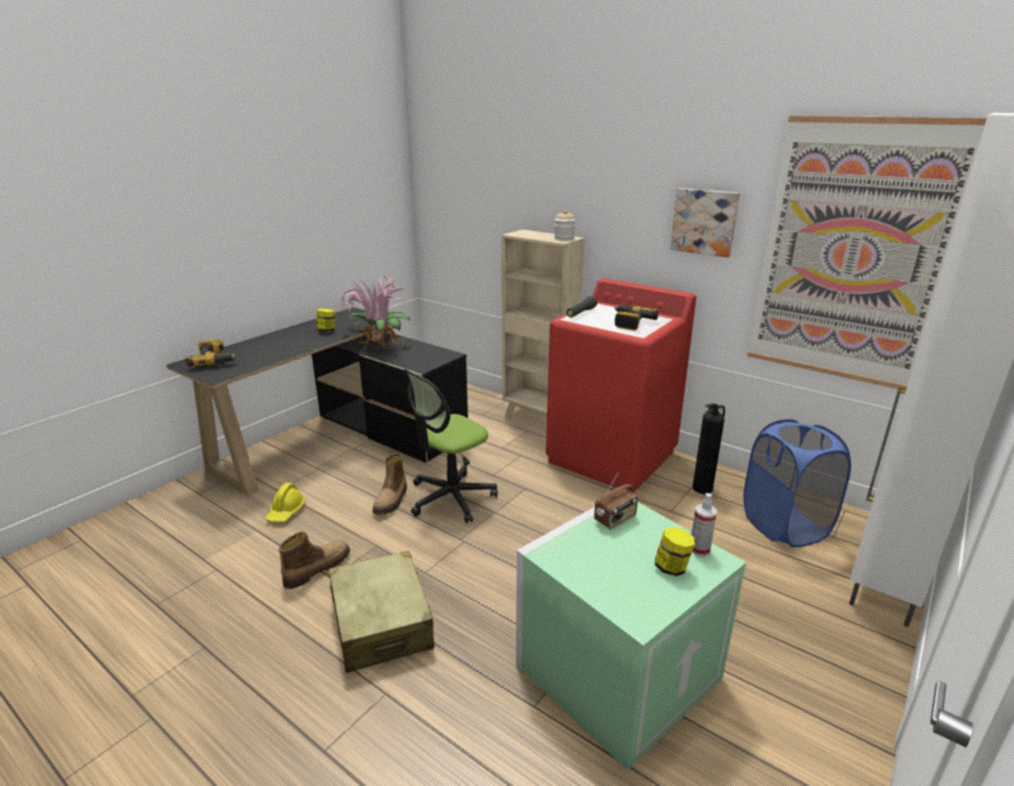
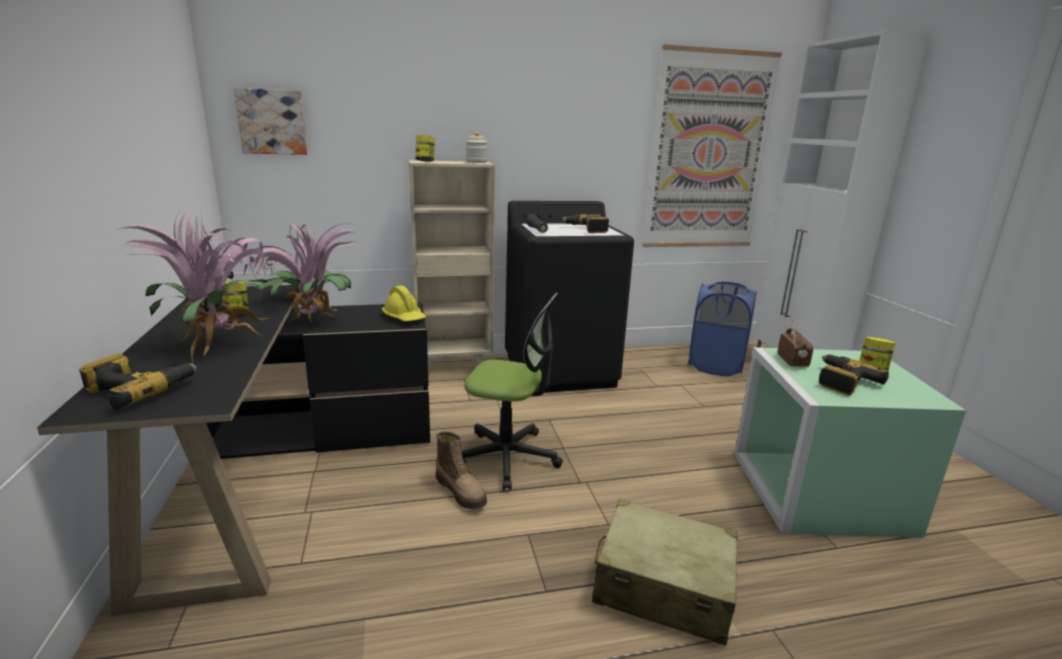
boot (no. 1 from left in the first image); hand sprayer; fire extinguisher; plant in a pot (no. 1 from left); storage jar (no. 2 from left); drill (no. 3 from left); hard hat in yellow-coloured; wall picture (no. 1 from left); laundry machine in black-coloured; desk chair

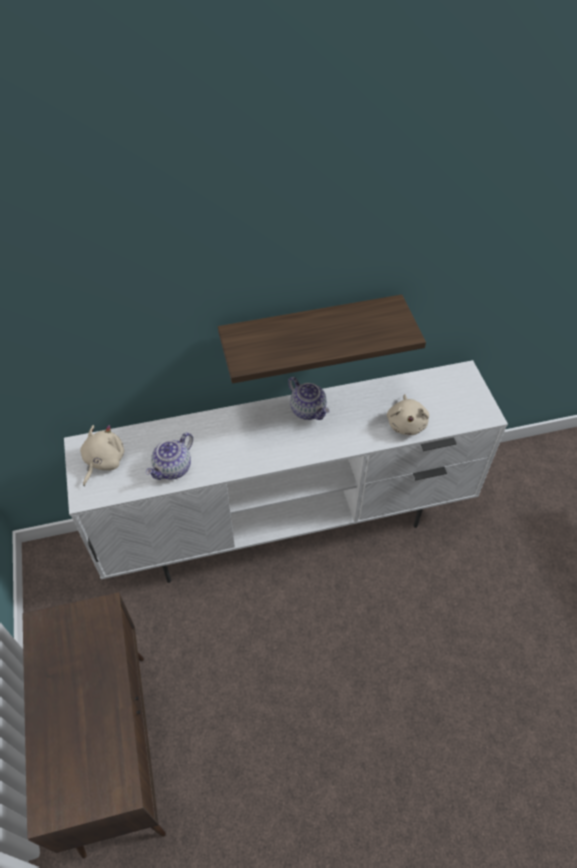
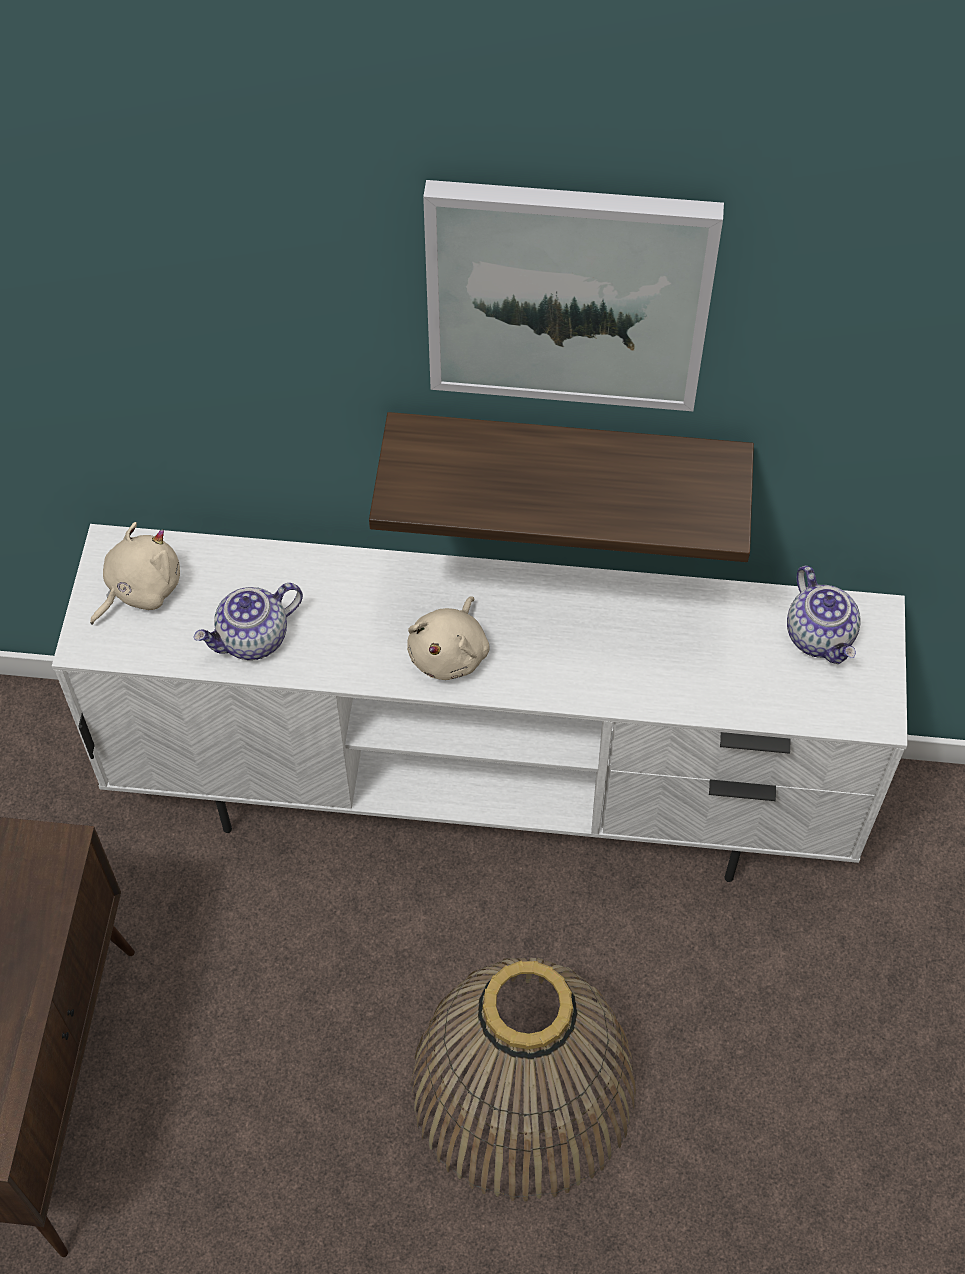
storage basket; wall picture; teapot (no. 2 from left); plush toy in beige (no. 2 from left)

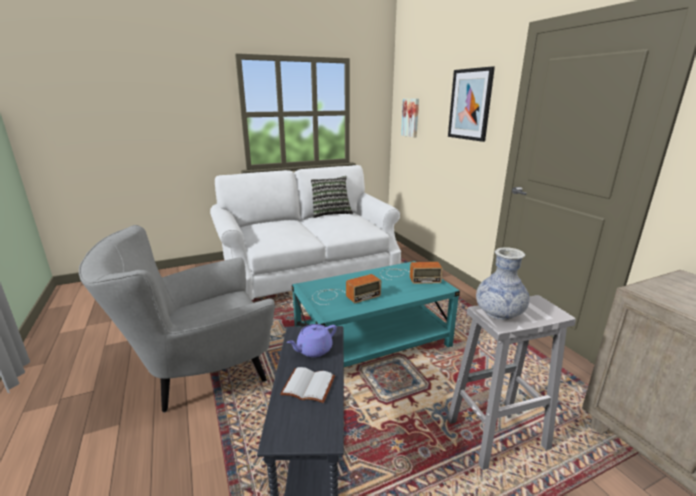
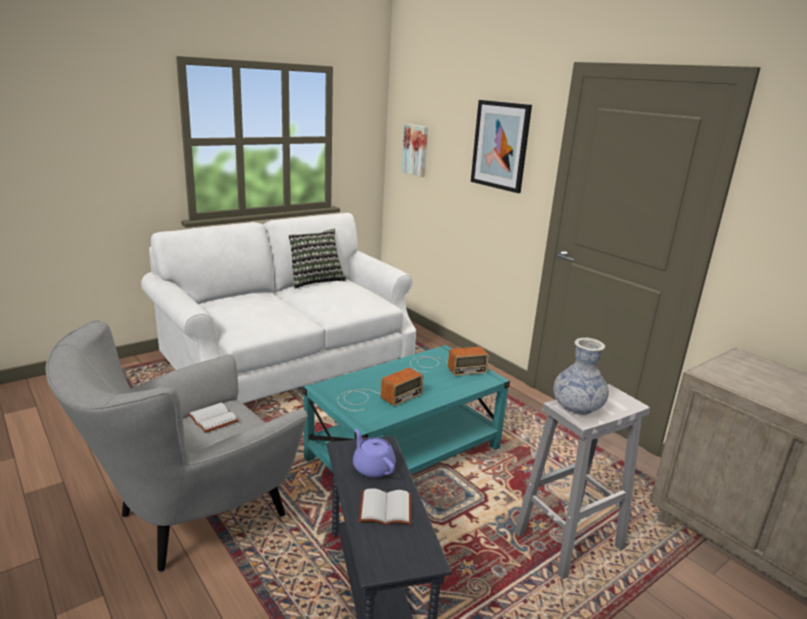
book in white (no. 1 from left); teapot in purple-coloured

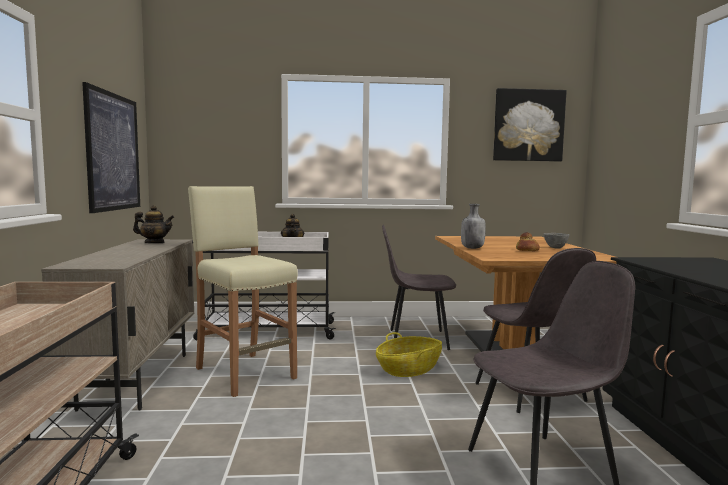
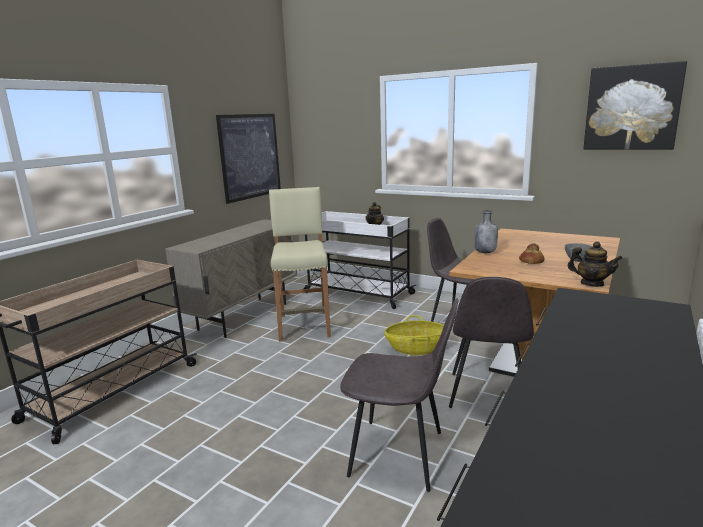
teapot (no. 2 from left)

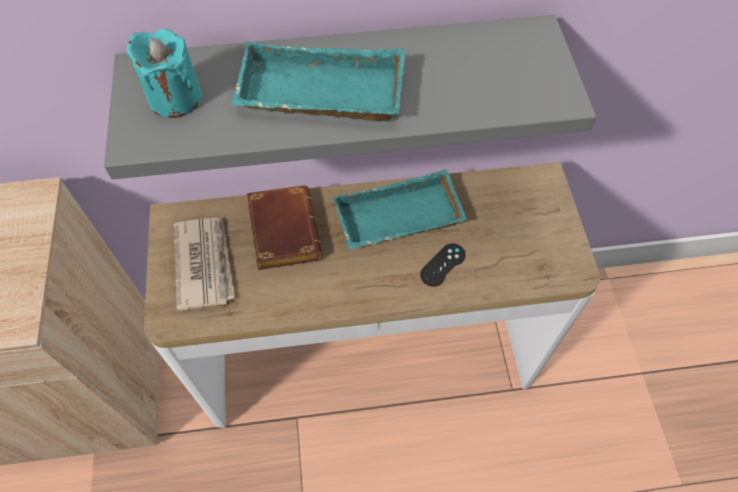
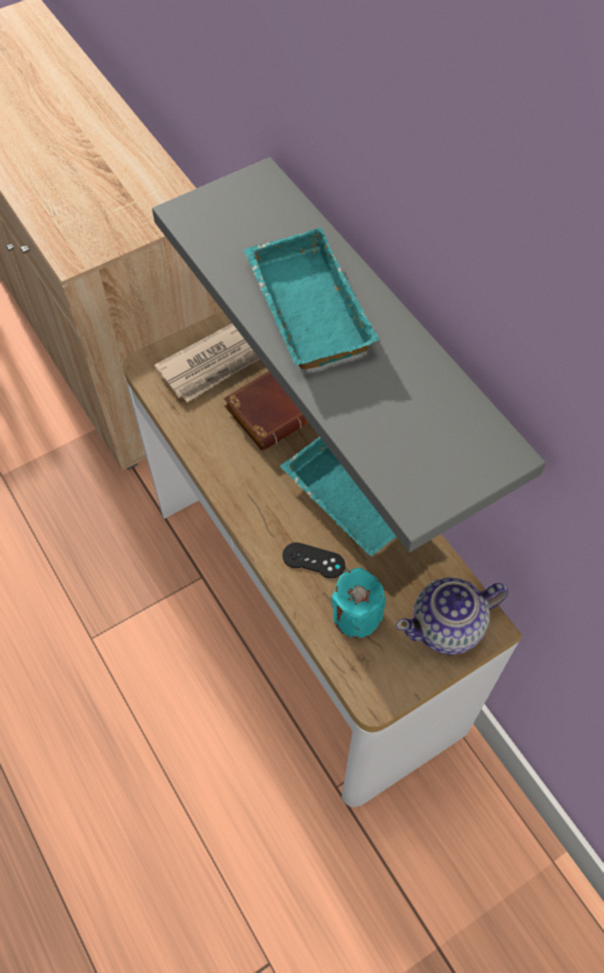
teapot; wax candle in turquoise

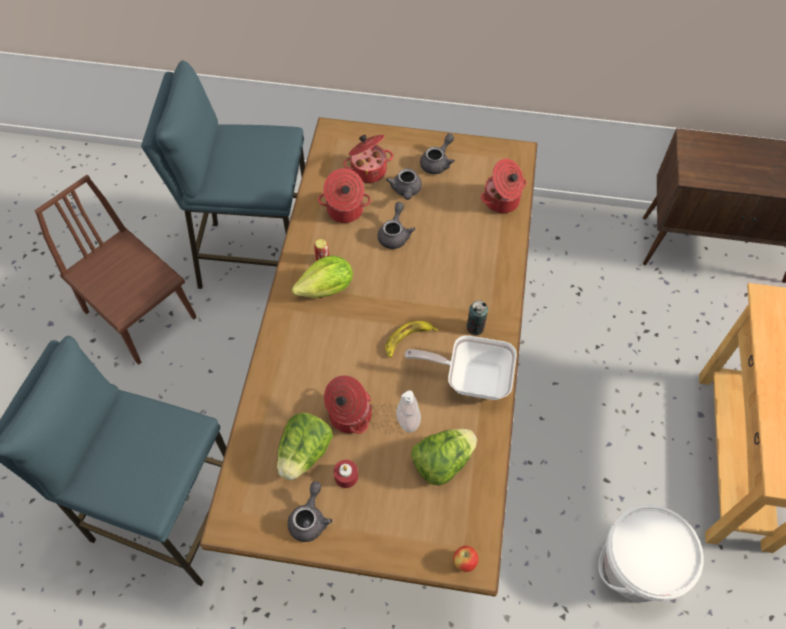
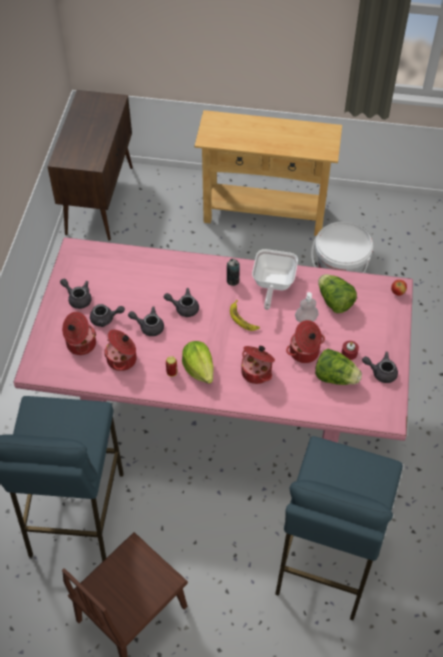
teapot in grey (no. 4 from left); saucepot (no. 3 from left); dining table in pinkish

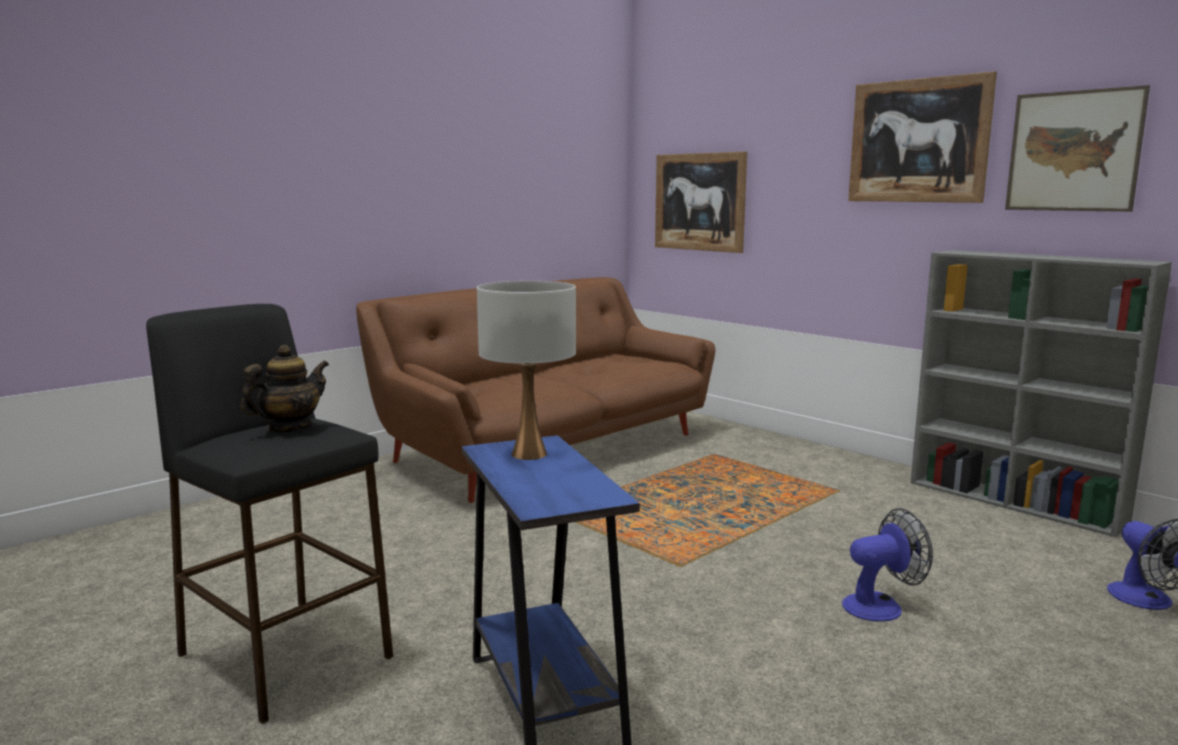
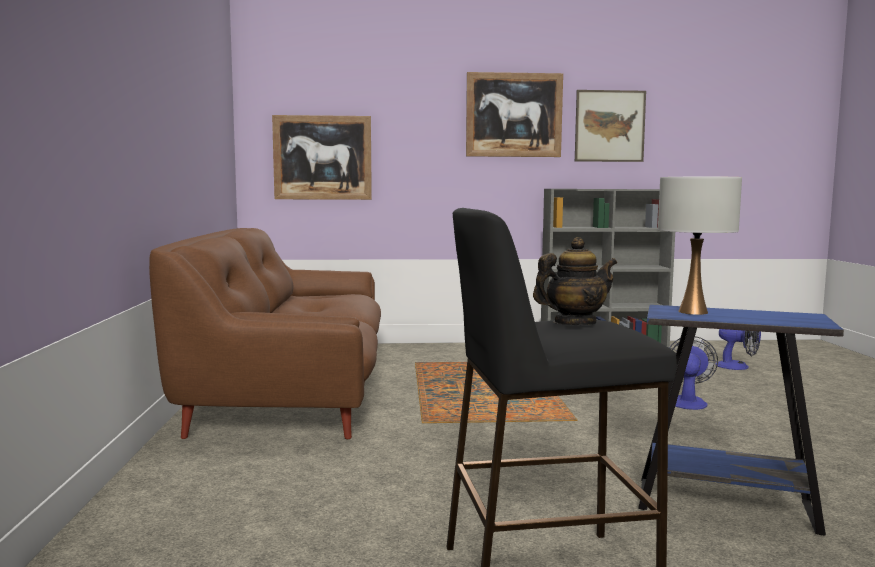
teapot

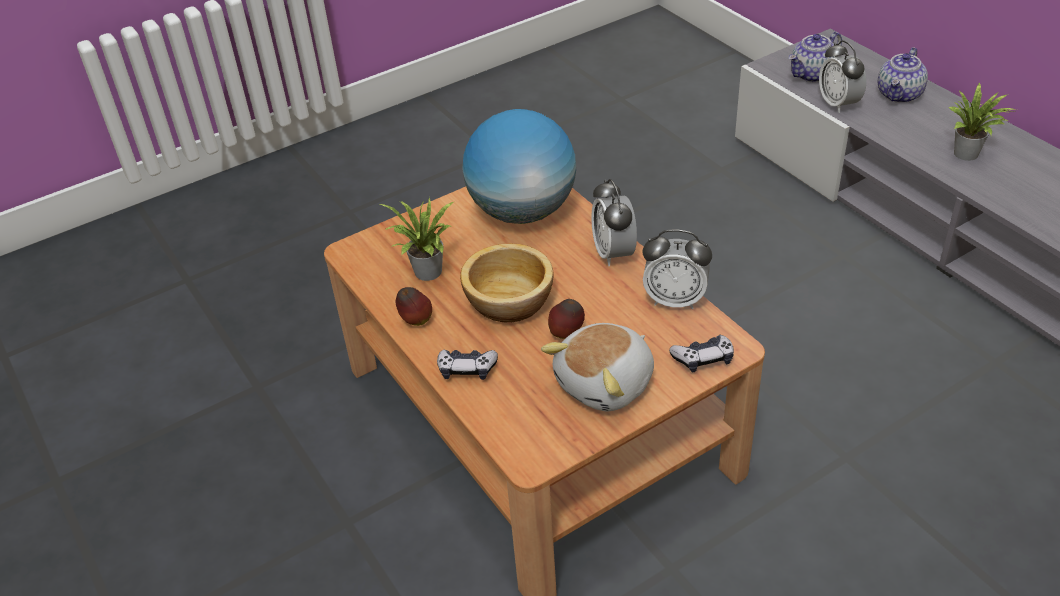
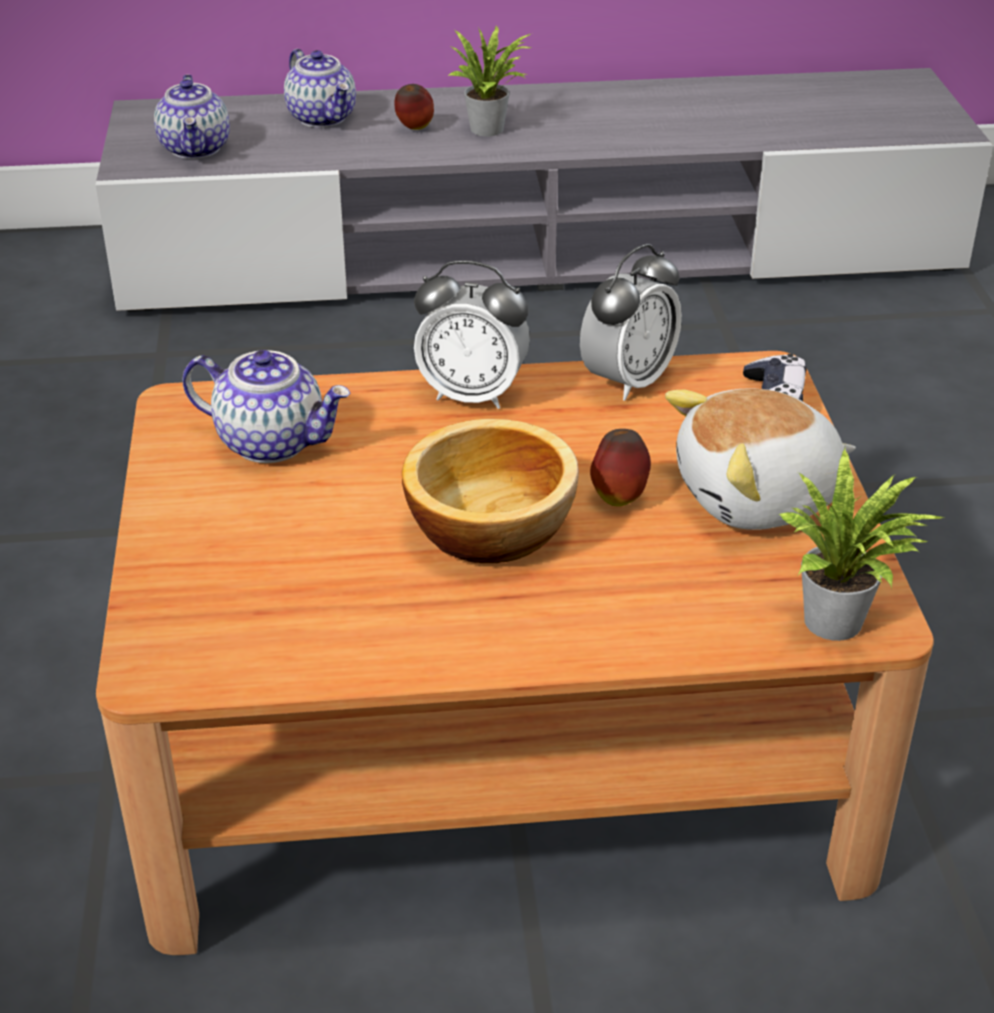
joypad (no. 1 from left in the first image); table clock (no. 3 from left in the first image); plant in a pot (no. 2 from left); whole apple (no. 1 from left); teapot (no. 2 from left); plush toy

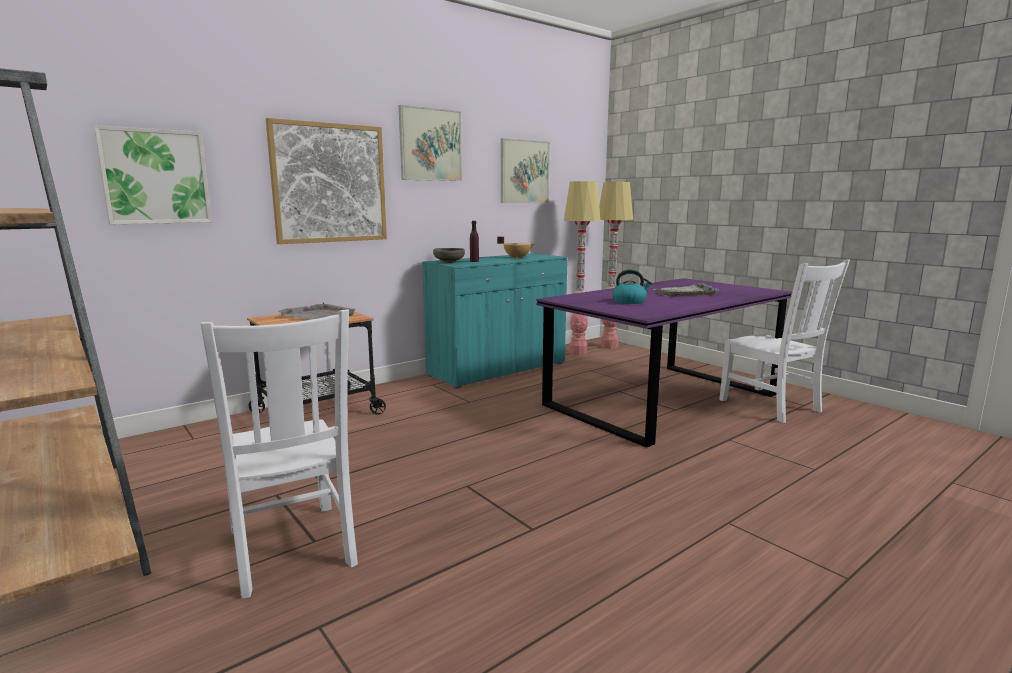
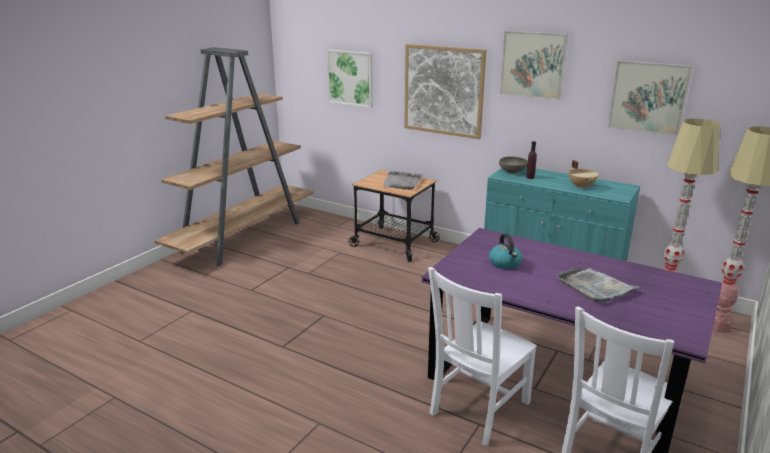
plain chair in white (no. 1 from left)

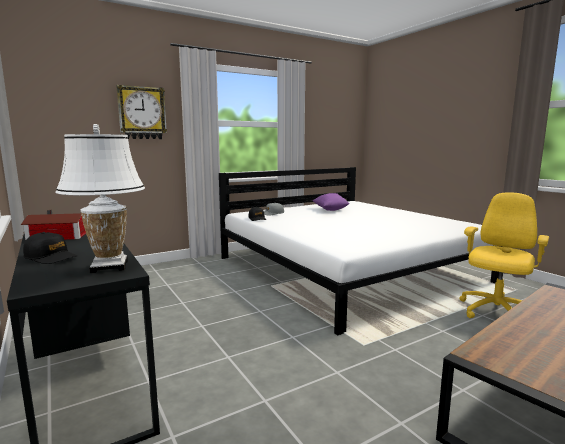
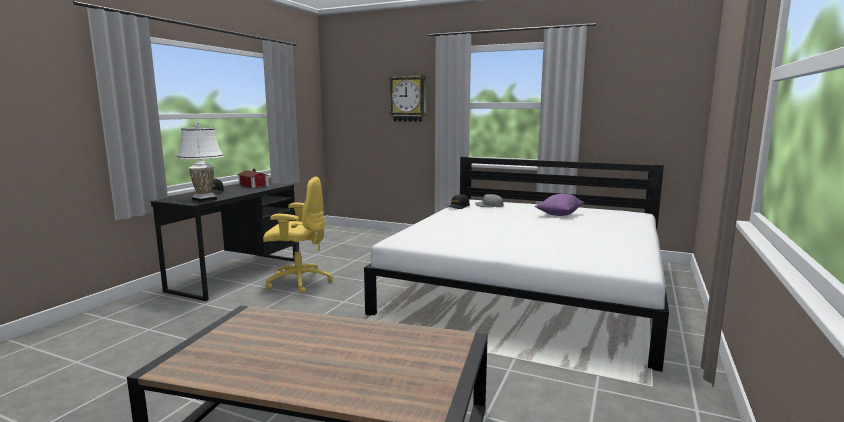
desk chair in yellow-coloured

